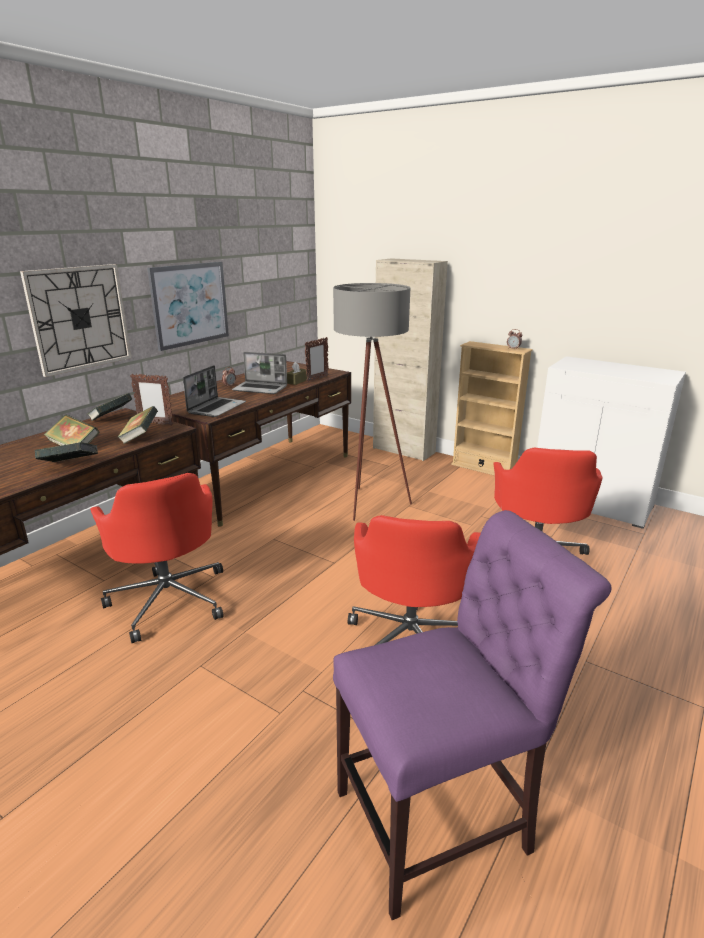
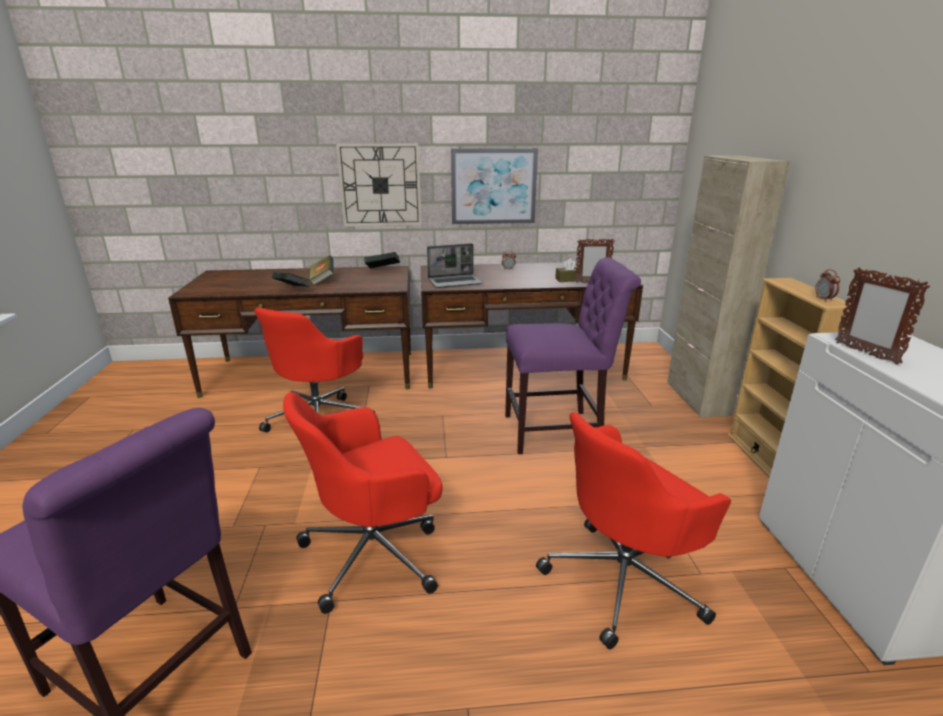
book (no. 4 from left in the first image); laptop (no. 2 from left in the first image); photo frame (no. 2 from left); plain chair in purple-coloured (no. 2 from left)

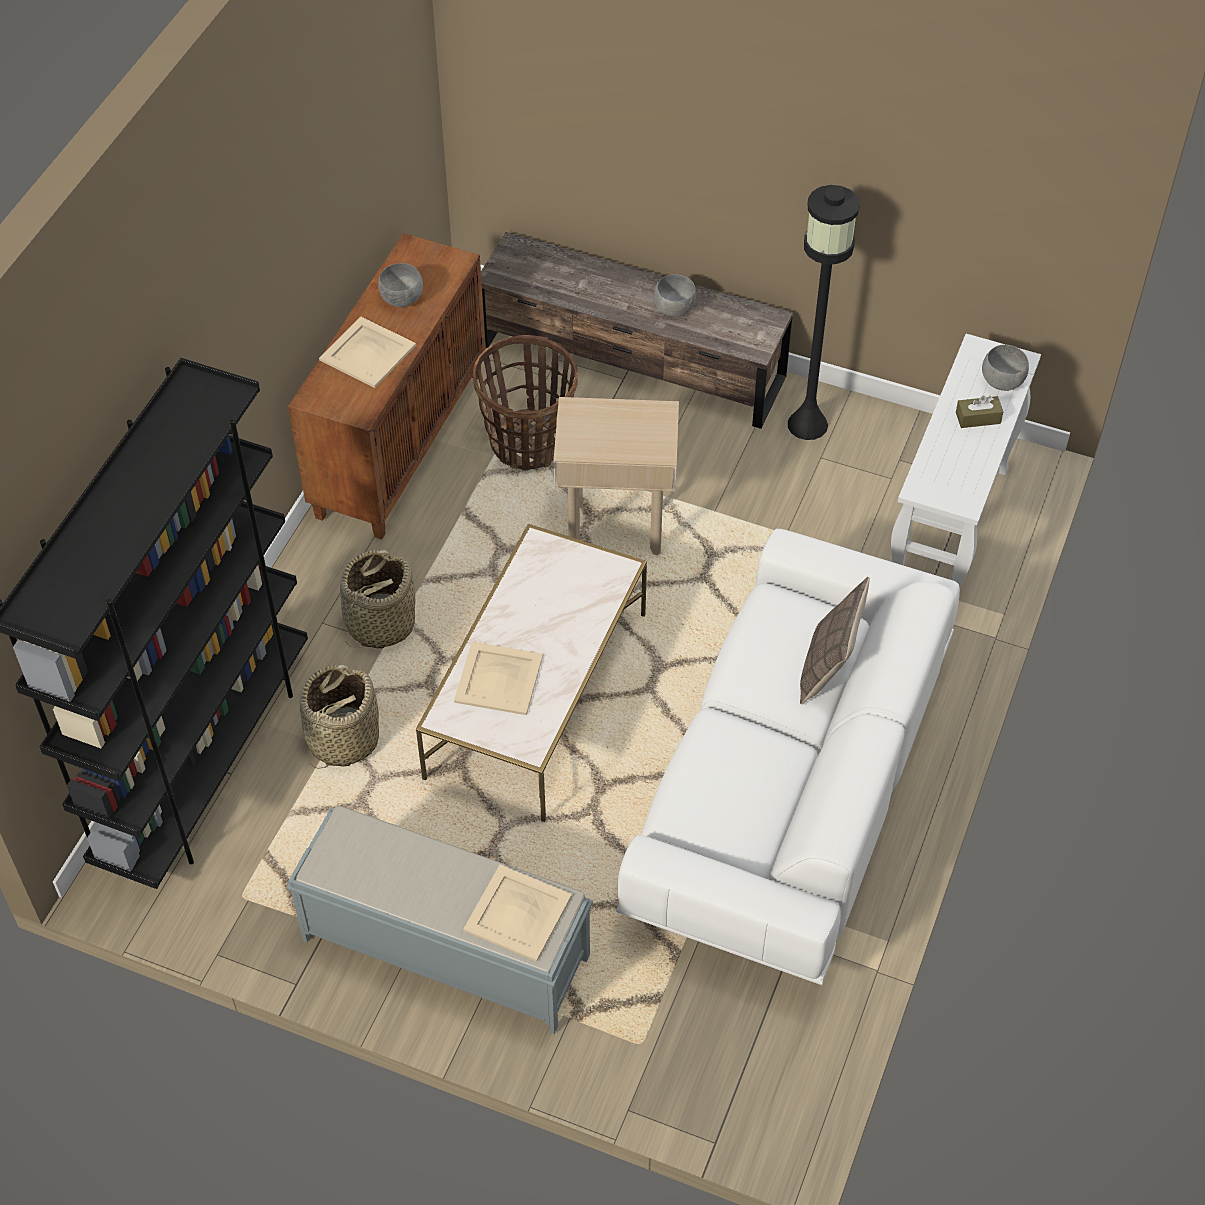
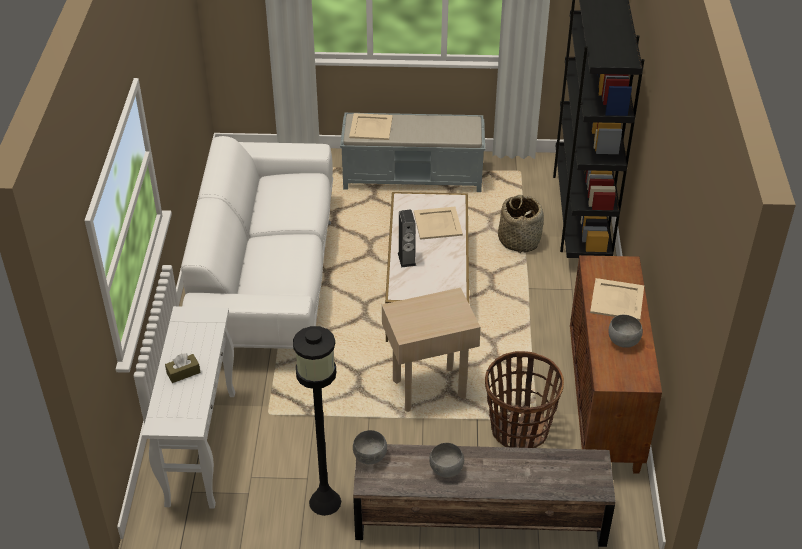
storage basket (no. 2 from left in the first image); cushion; speaker; serving bowl in grey (no. 1 from left)

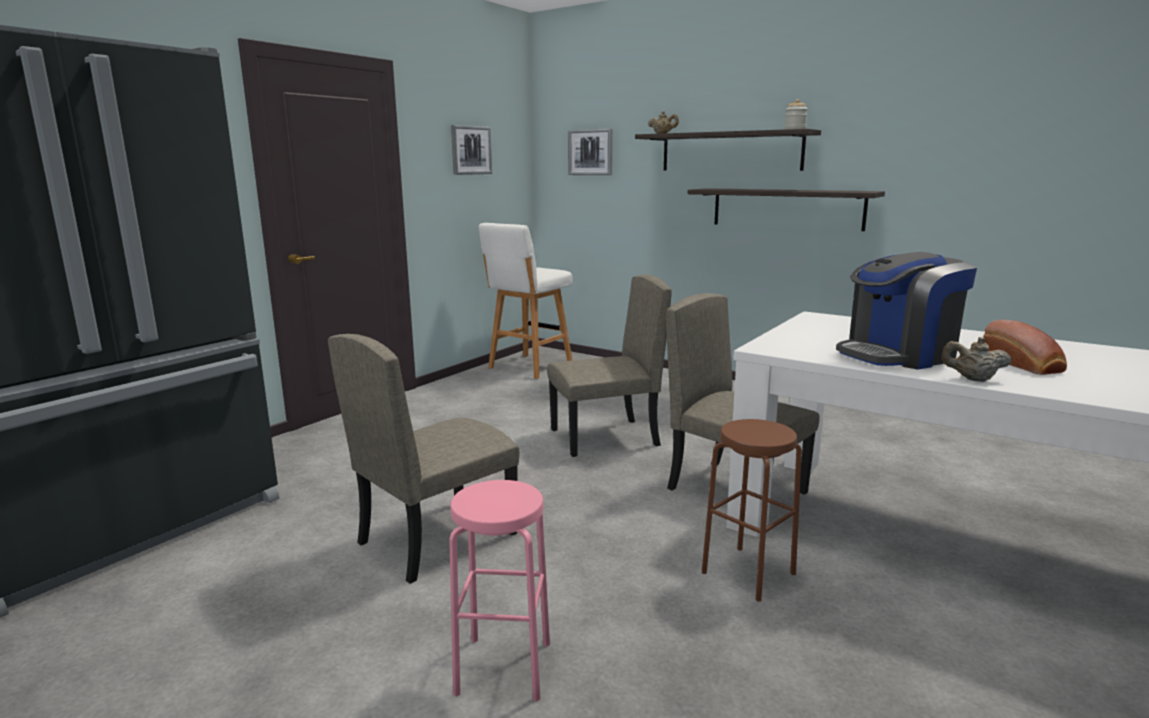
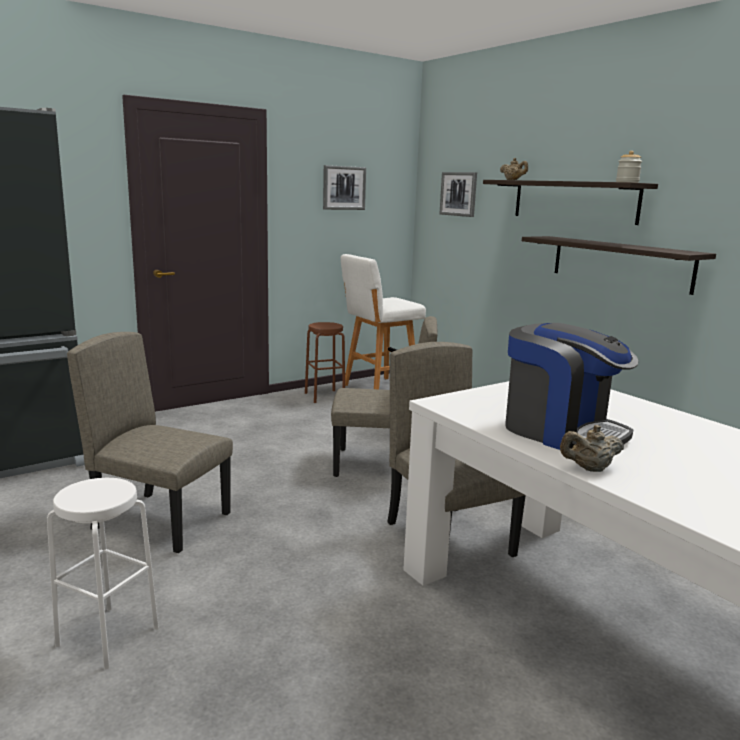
baked bread; stool in brown-coloured; stool in white (no. 1 from left); plain chair in beige (no. 1 from left); coffee machine; teapot in beige (no. 2 from left)

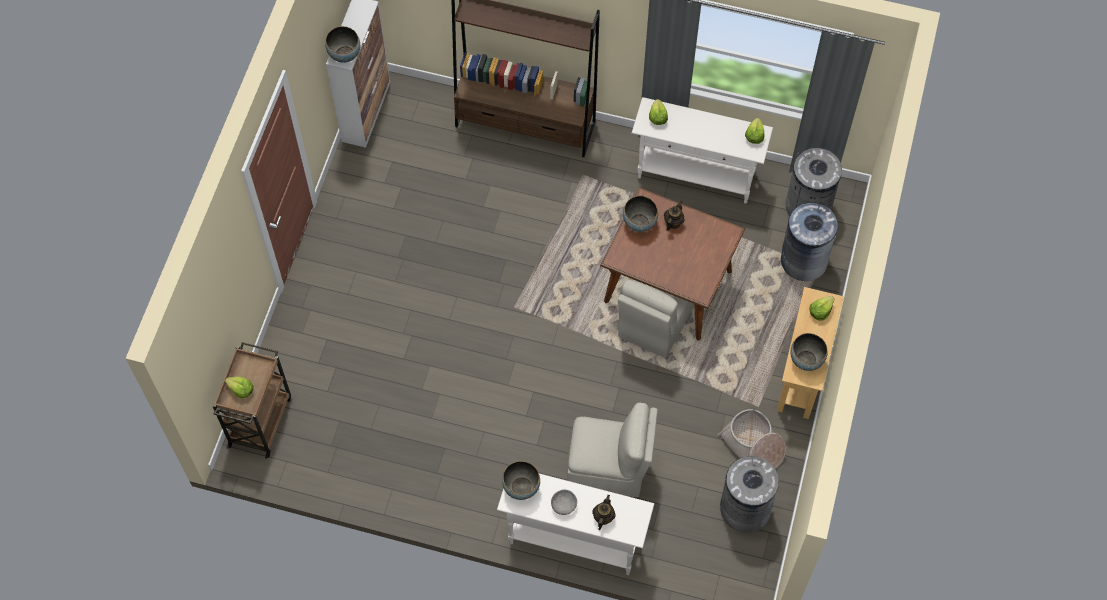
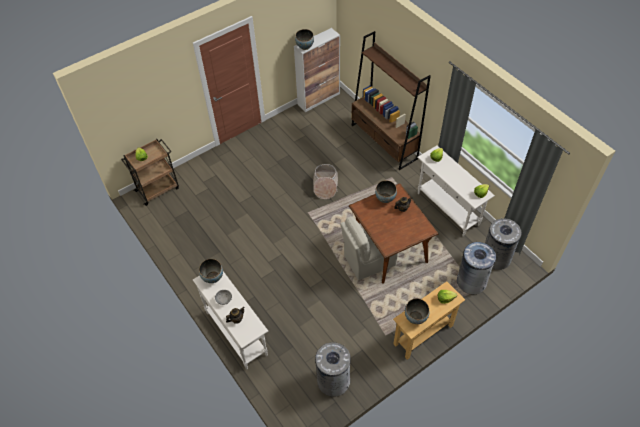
plain chair in beige (no. 1 from left in the first image); storage basket

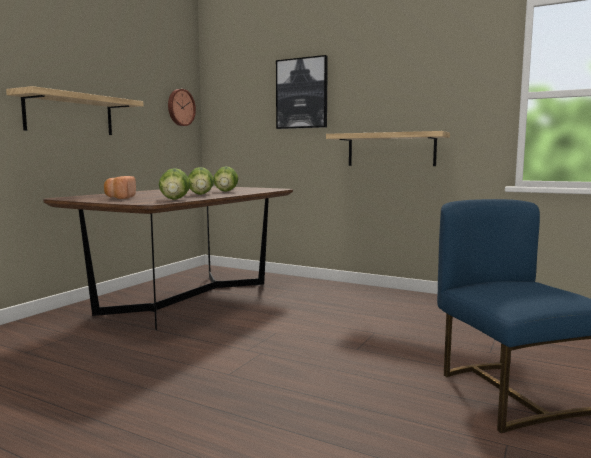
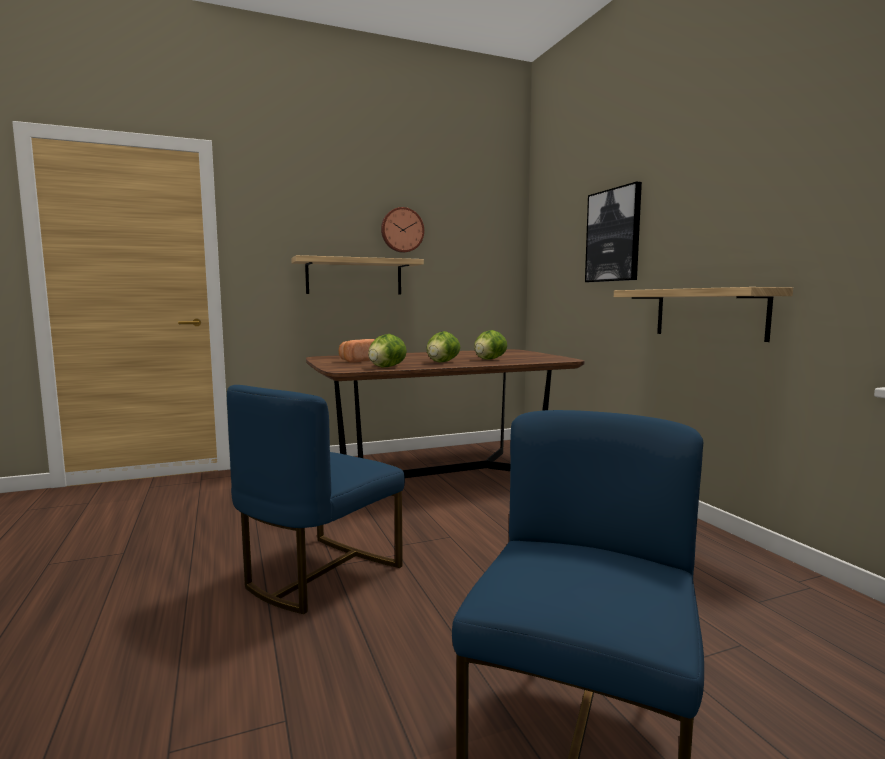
plain chair in bluish (no. 1 from left); wall clock

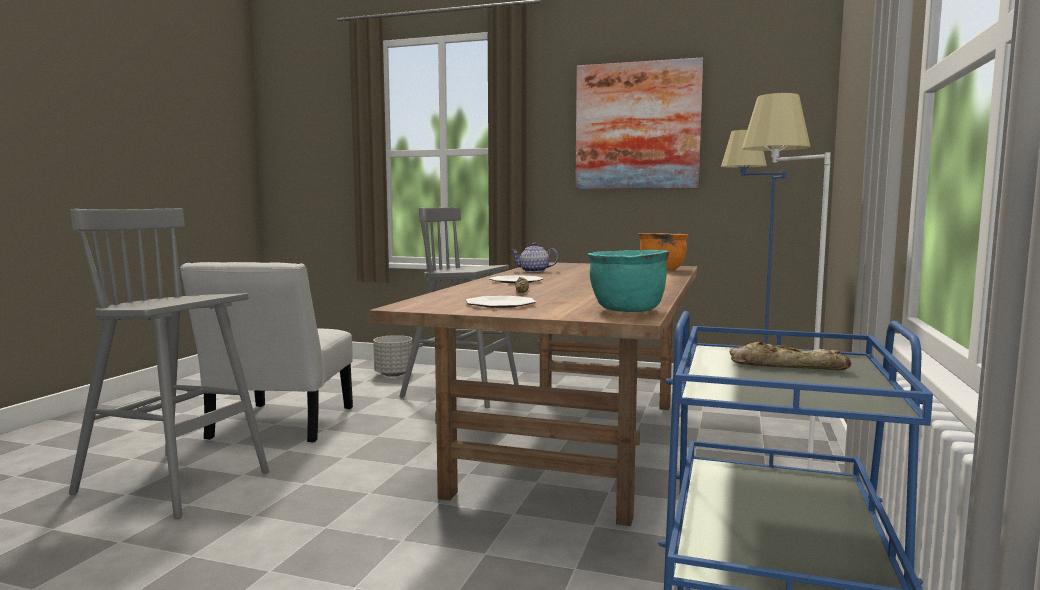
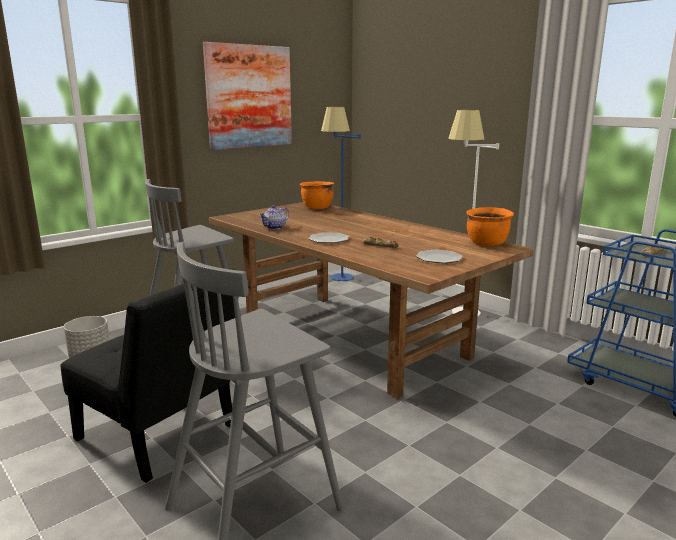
plain chair in black-coloured; saucepot in orange (no. 2 from left)

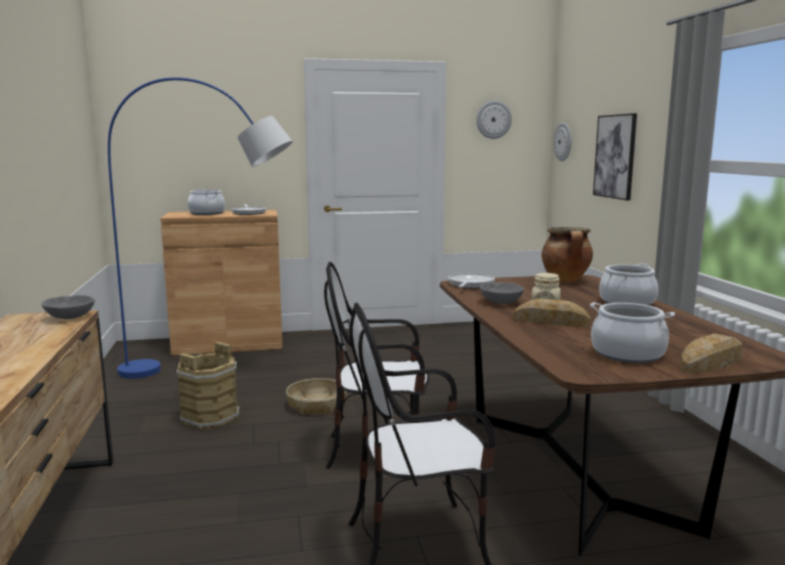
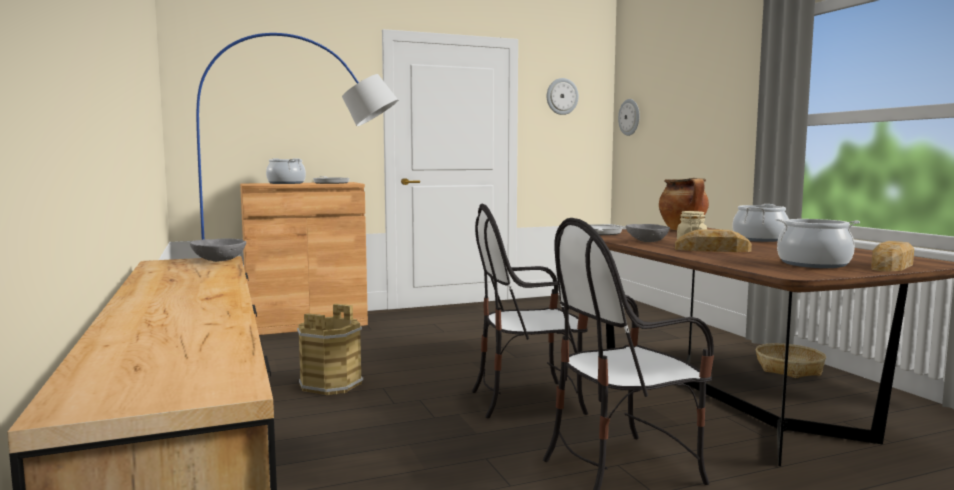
wall picture; storage basket

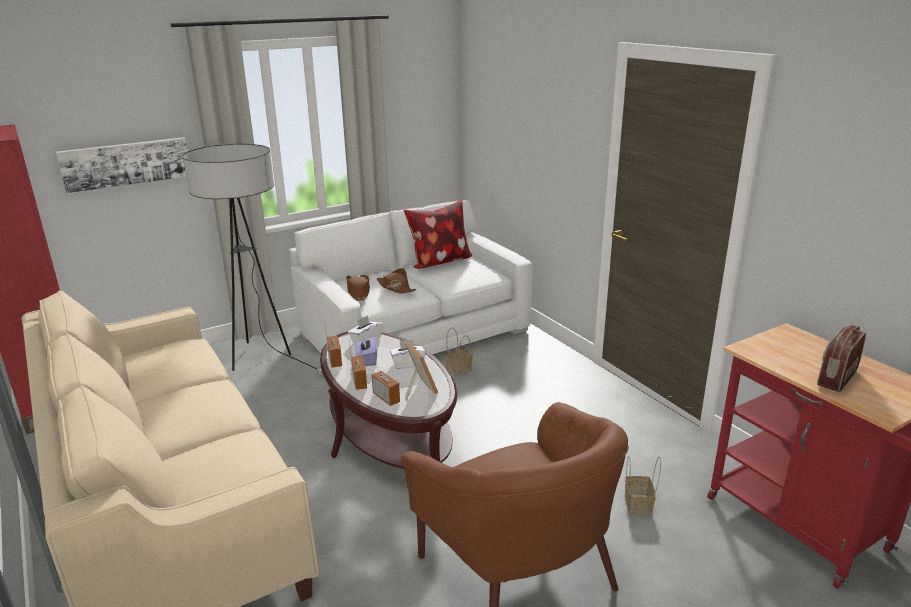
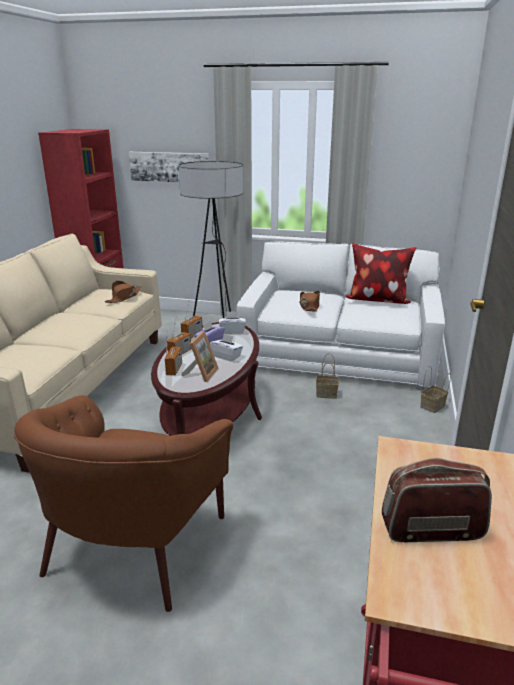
wearable hat in brown-coloured (no. 1 from left); storage basket (no. 2 from left)

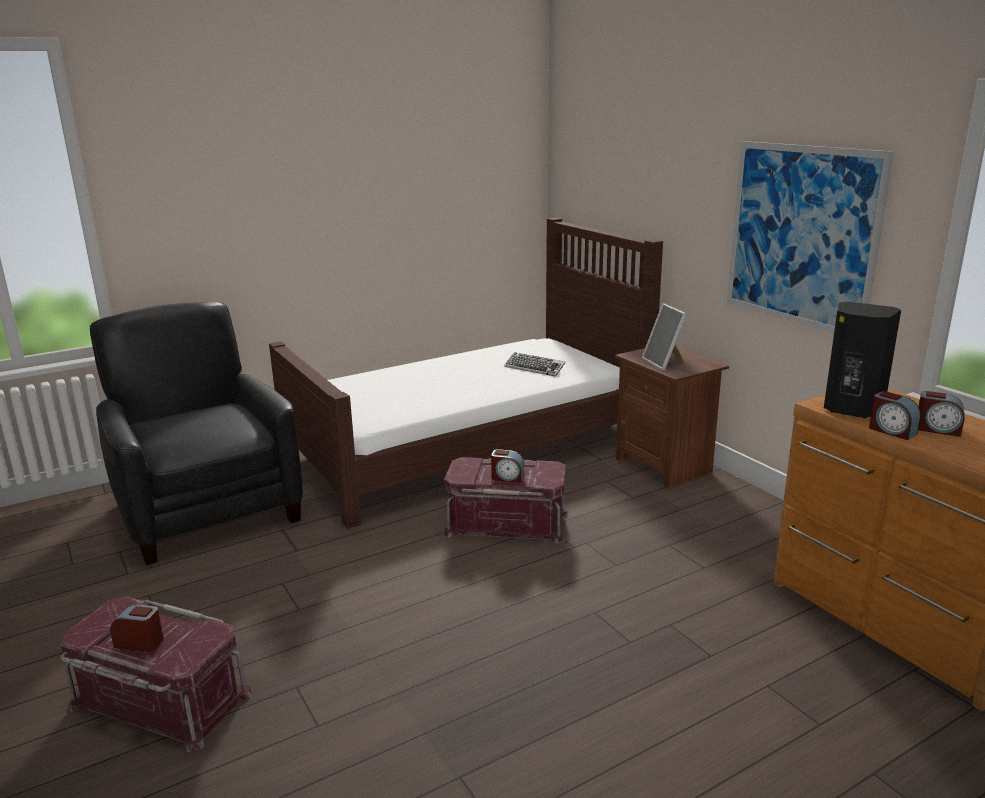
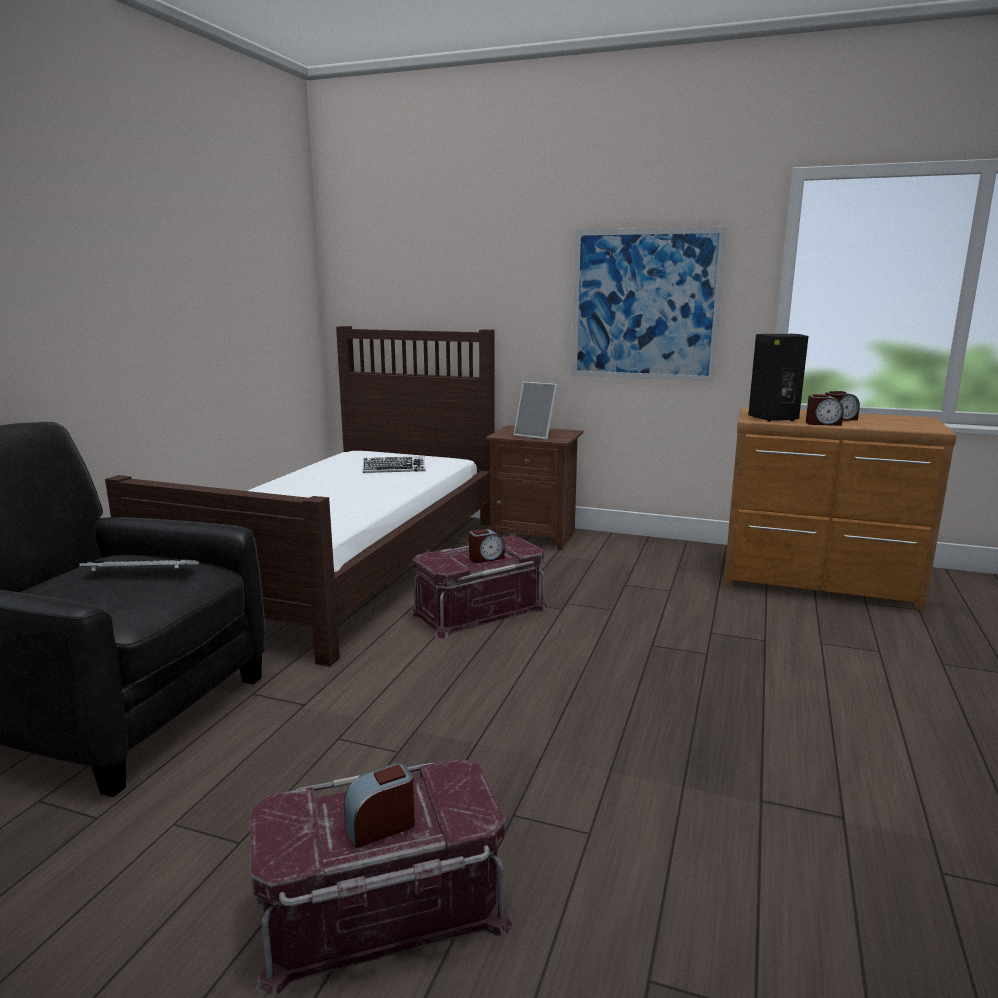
computer keyboard (no. 1 from left)

